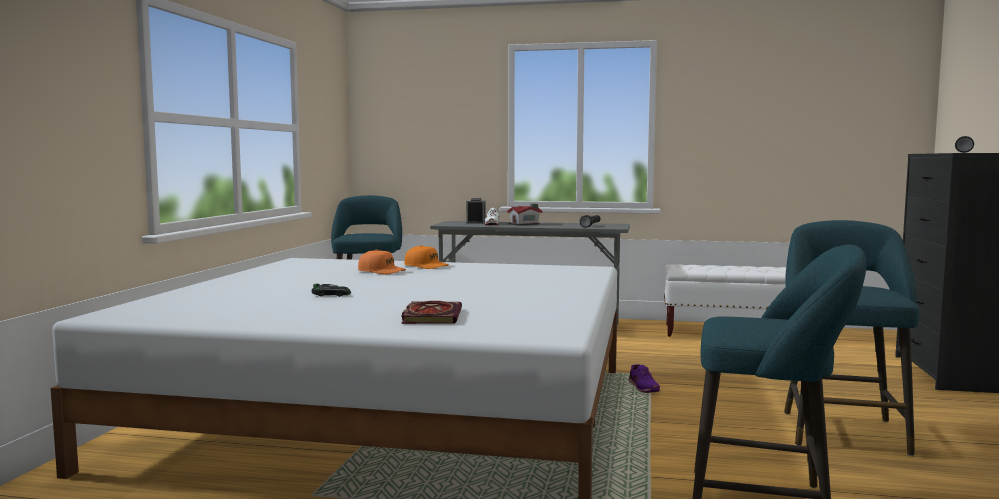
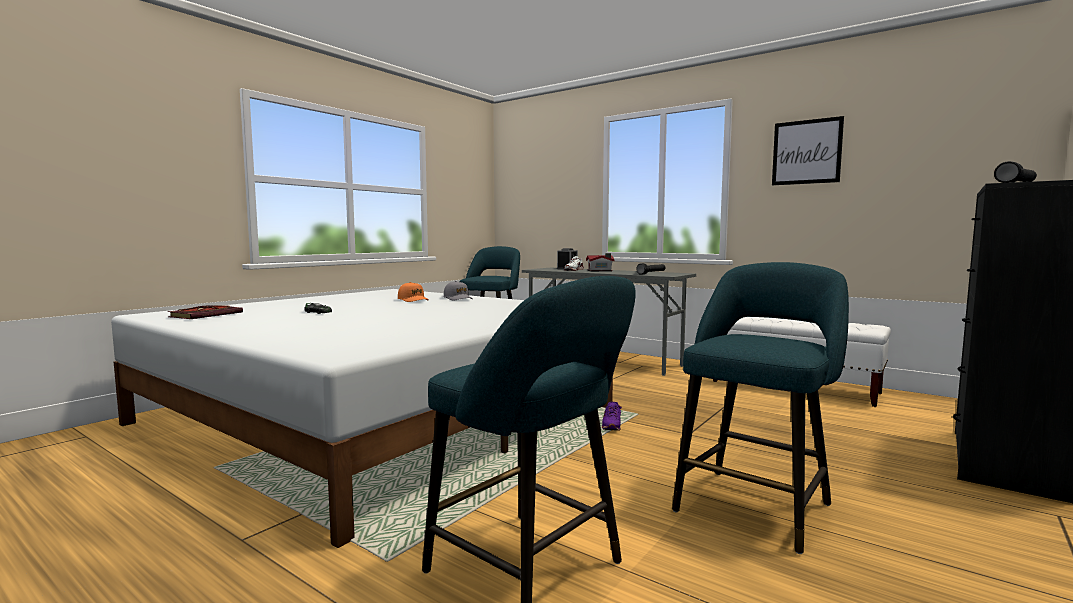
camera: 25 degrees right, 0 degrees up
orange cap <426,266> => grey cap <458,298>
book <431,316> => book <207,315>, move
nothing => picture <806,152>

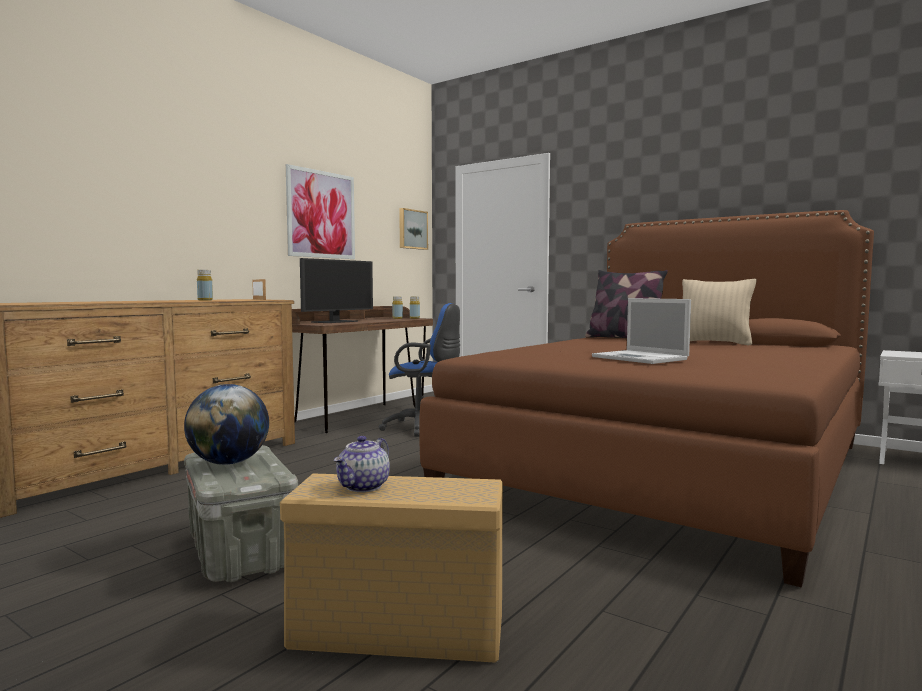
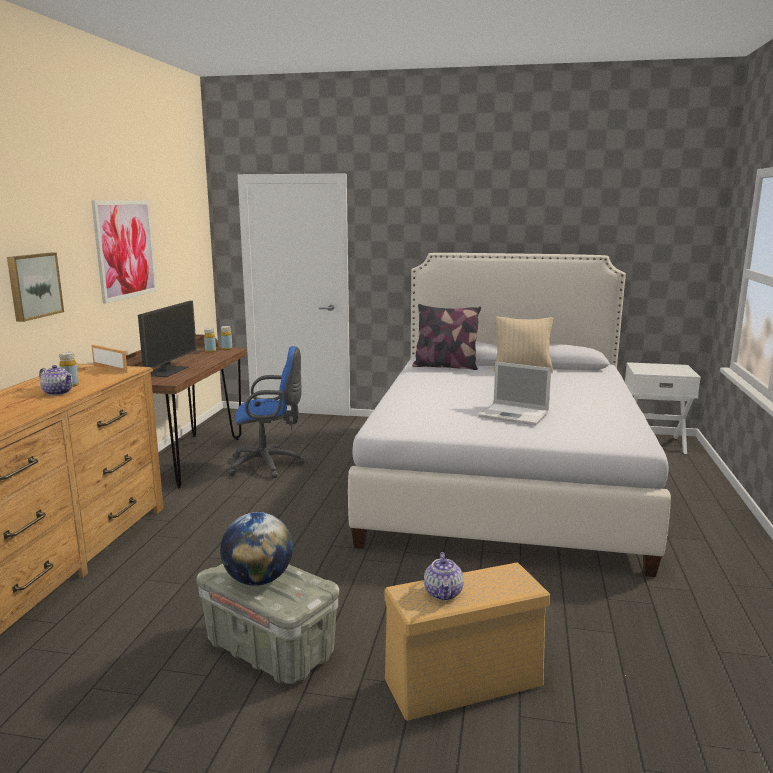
camera: 25 degrees left, 10 degrees up
picture <412,229> => picture <33,285>, move
brown bed <666,466> => white bed <503,479>
nothing => teapot <58,392>

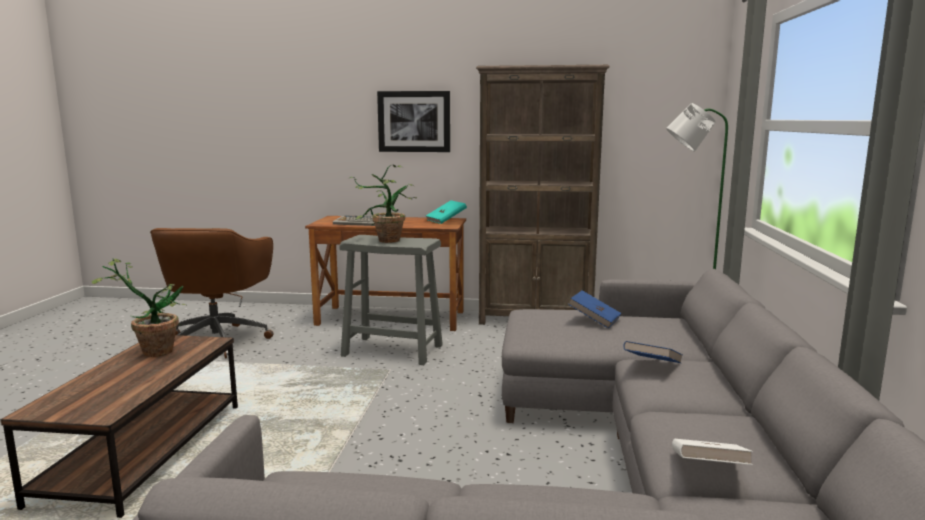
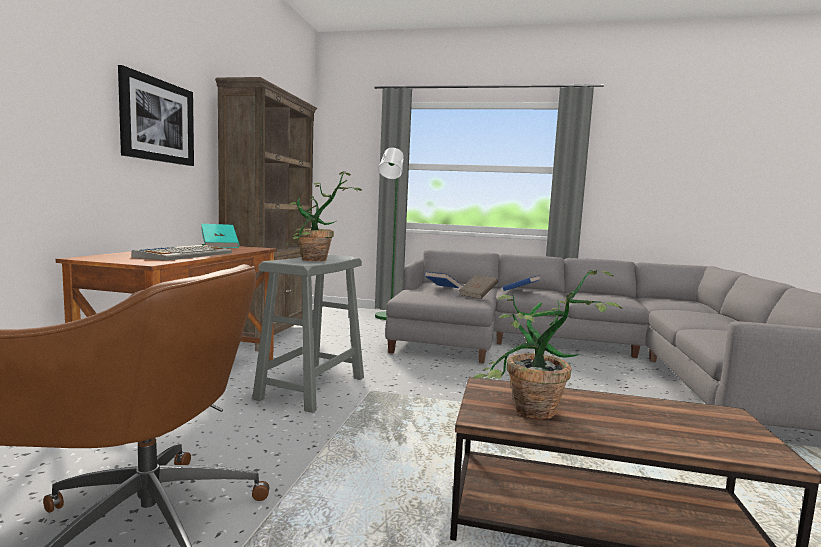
camera: 85 degrees left, 5 degrees down
white book <707,470> => nothing
nothing => brown book <478,295>

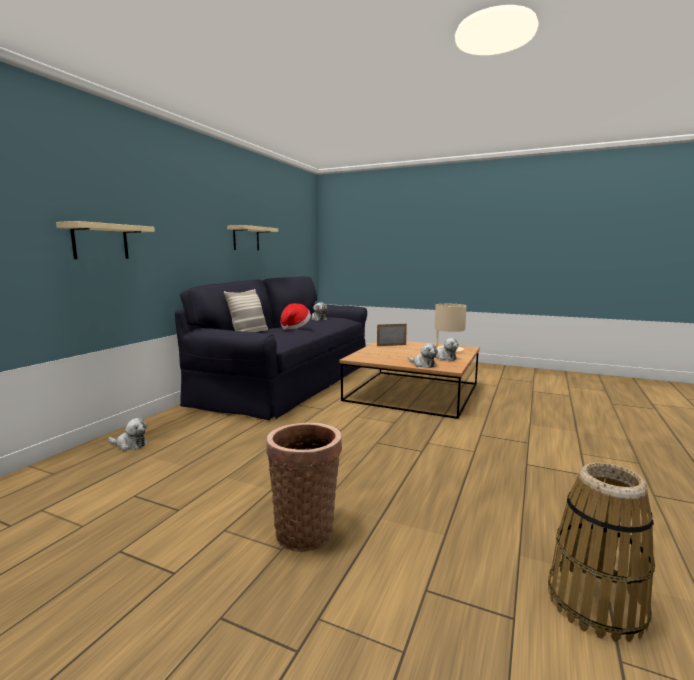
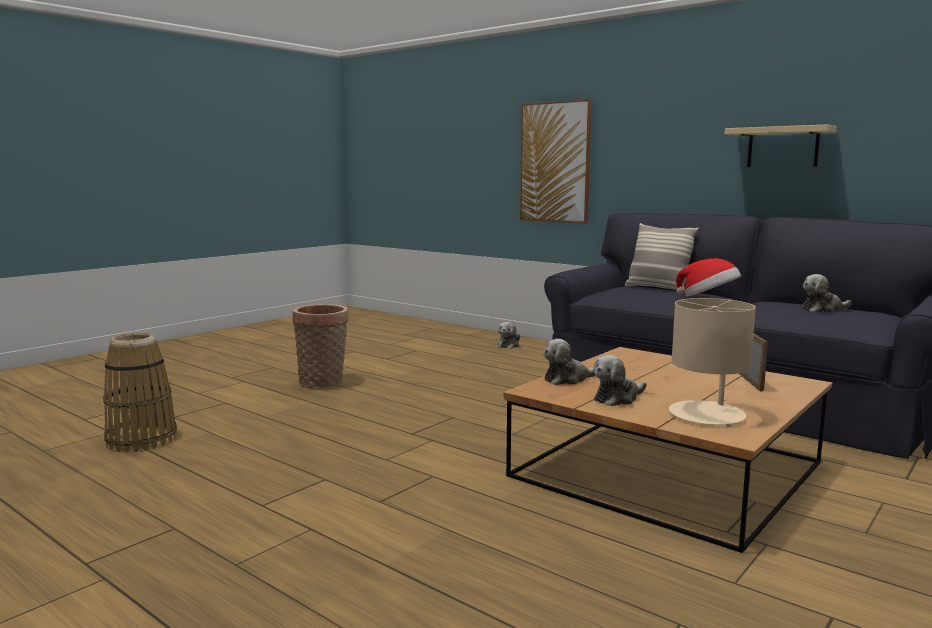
camera: 105 degrees right, 0 degrees up
beige shelf <100,242> => picture <555,162>

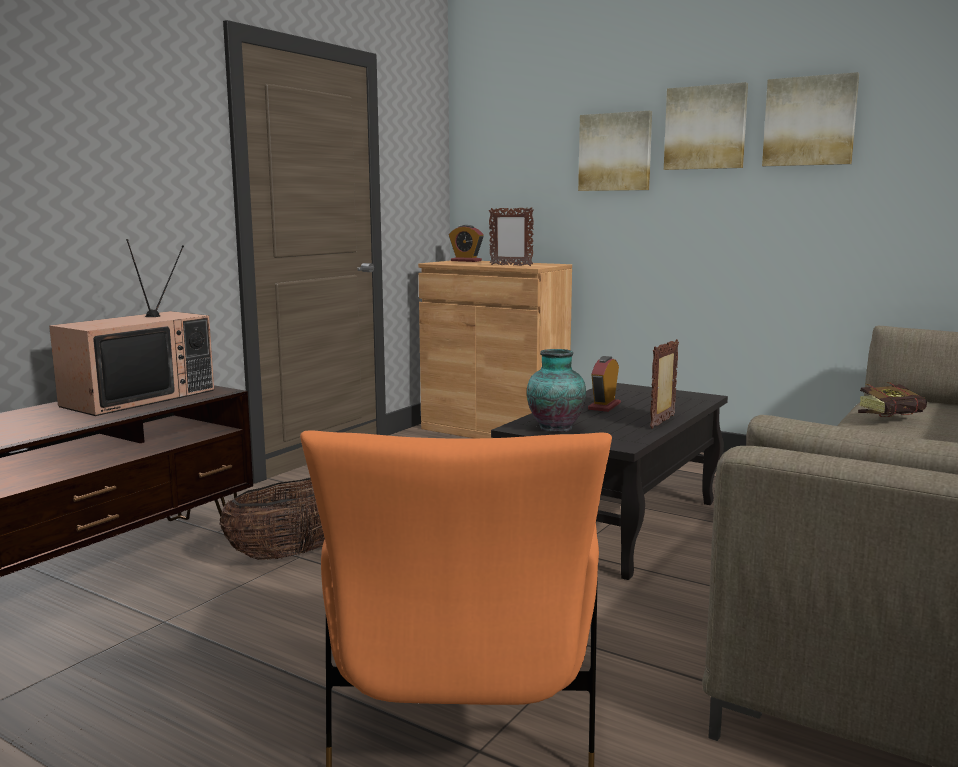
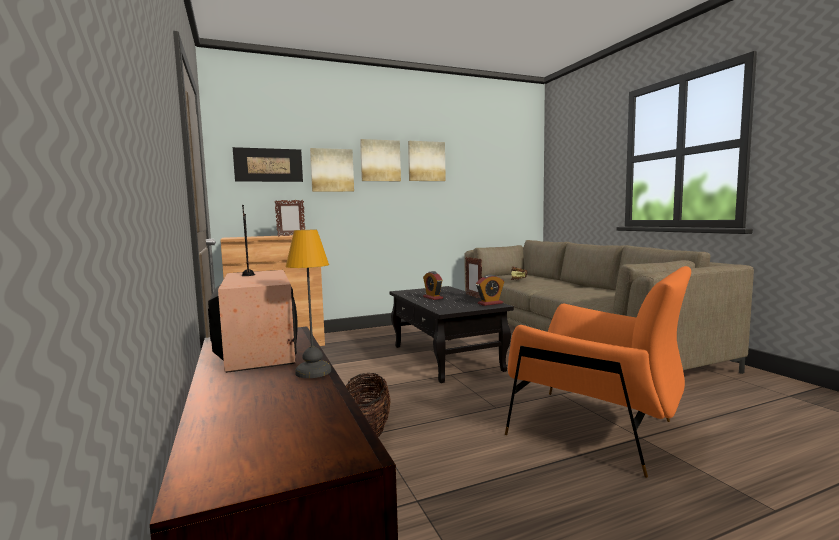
camera: 55 degrees left, 5 degrees down
alarm clock <466,261> => alarm clock <490,303>, move
vase <555,427> => nothing
nothing => picture <268,165>
nothing => table lamp <314,371>

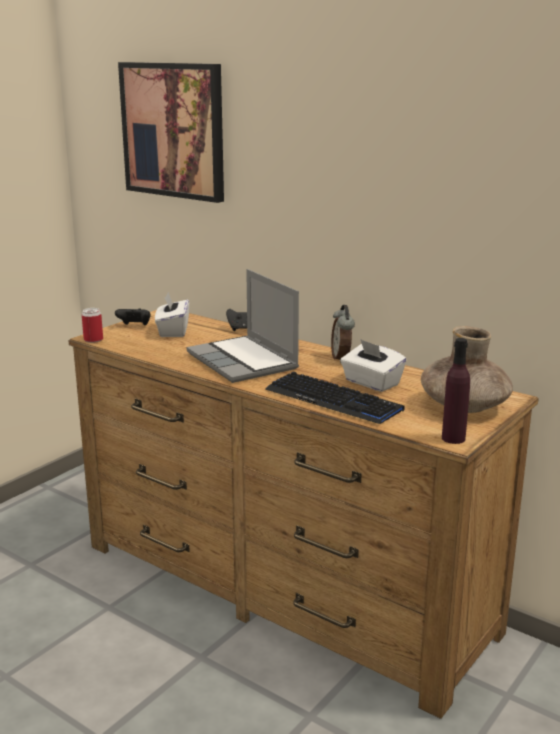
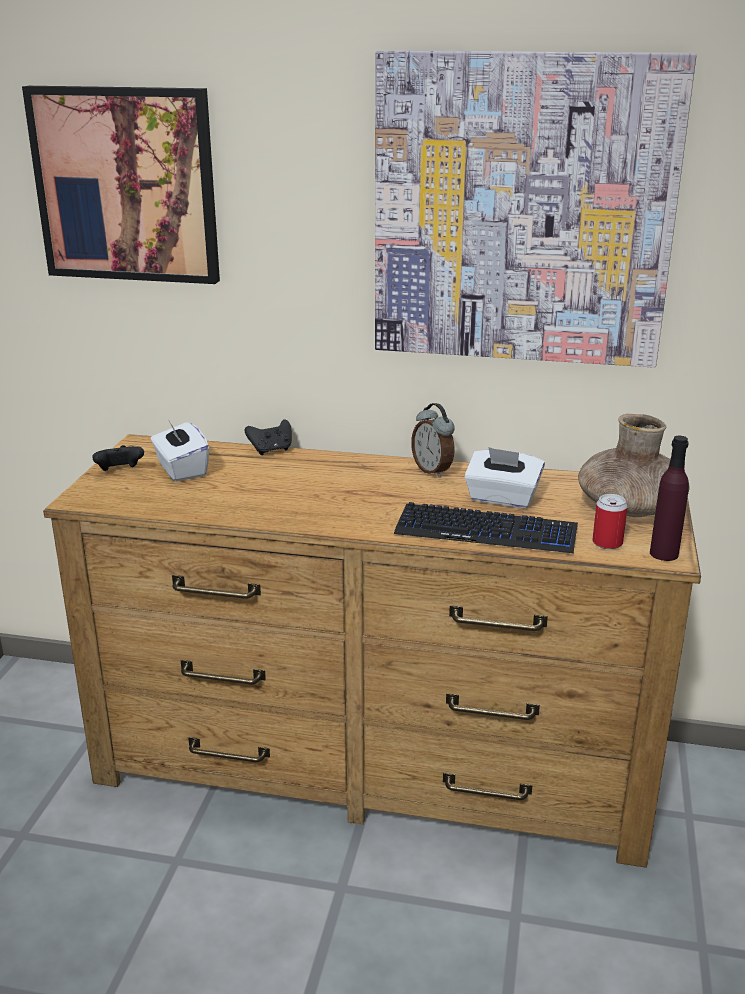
camera: 25 degrees left, 5 degrees up
laptop <244,361> => nothing
can <93,340> => can <607,543>, move
nothing => picture <522,212>

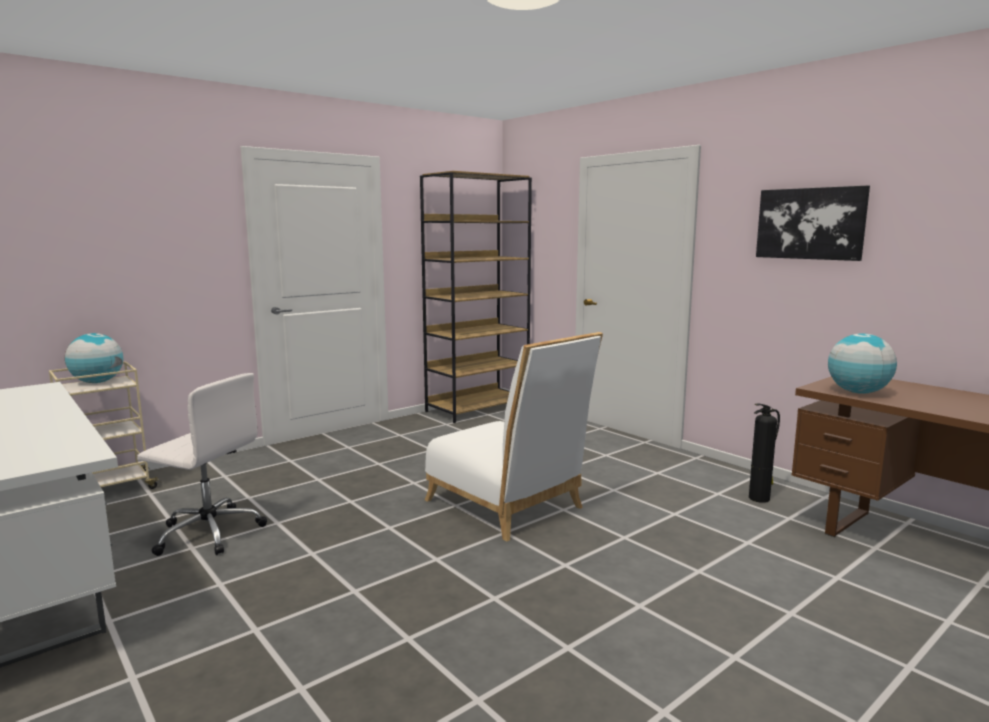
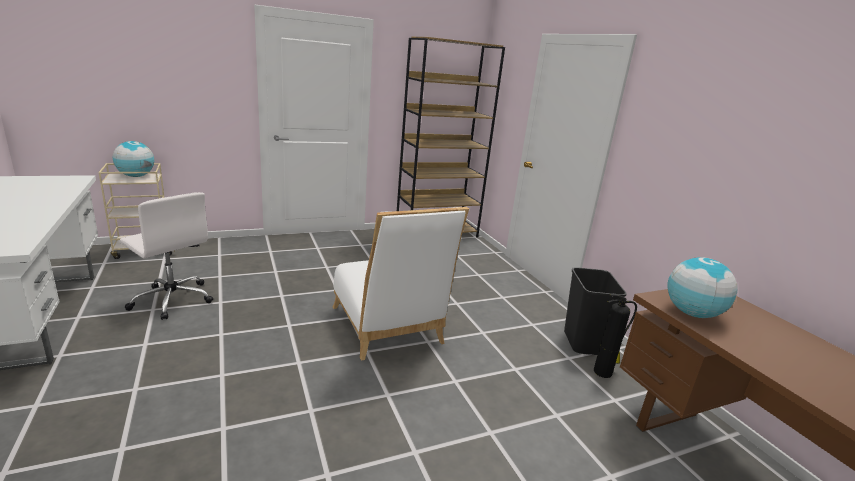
camera: 15 degrees right, 10 degrees up
picture <810,223> => nothing
nothing => black trash can <582,343>

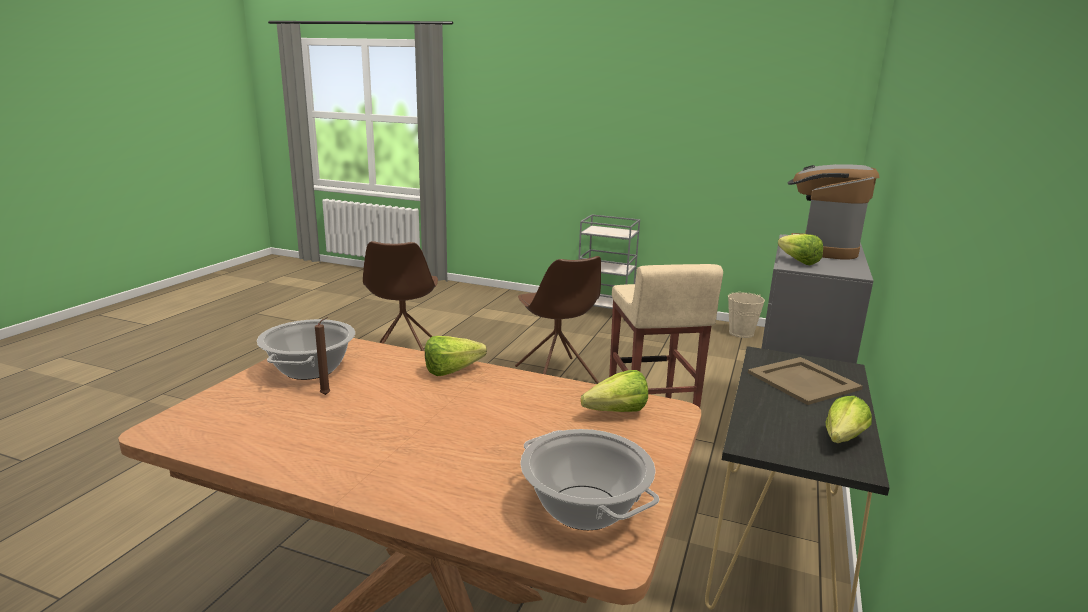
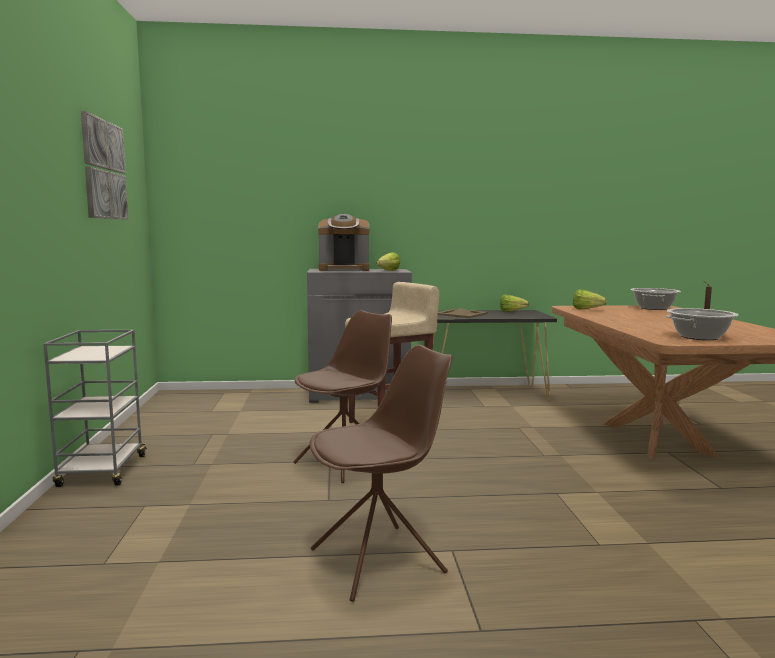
camera: 115 degrees left, 10 degrees down
beige bucket <741,333> => nothing
lettuce <457,371> => nothing
nothing => picture <104,170>

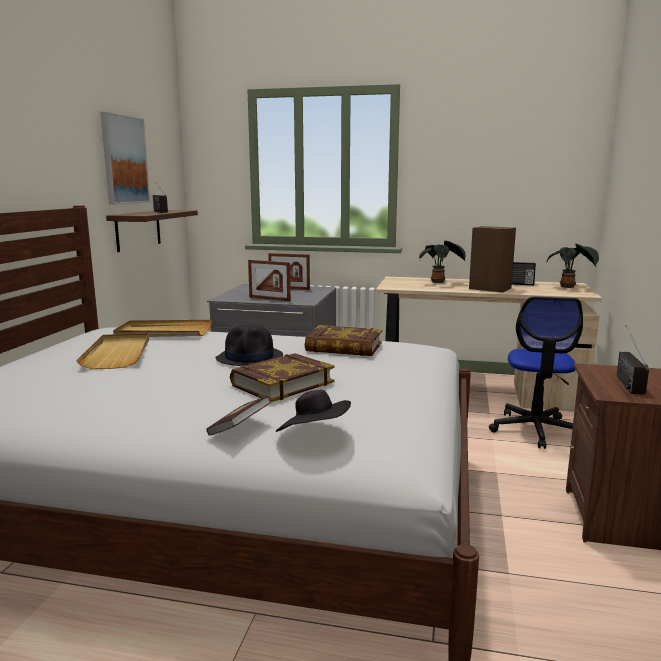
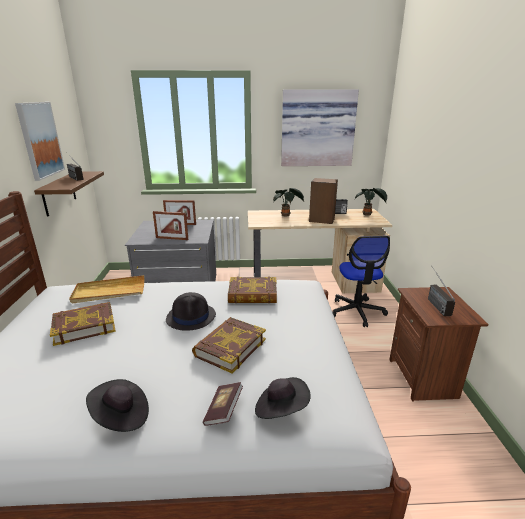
camera: 15 degrees left, 10 degrees up
beige tray <118,354> => book <84,326>
nothing => picture <317,128>
nothing => black hat <121,416>

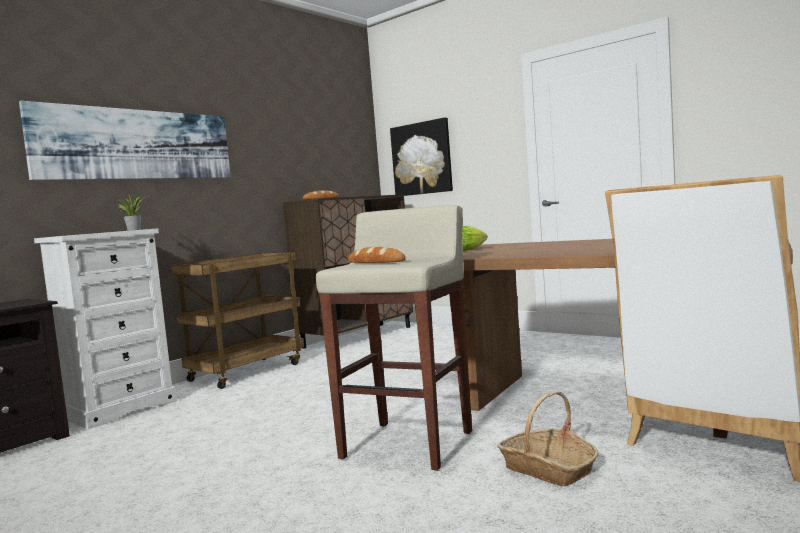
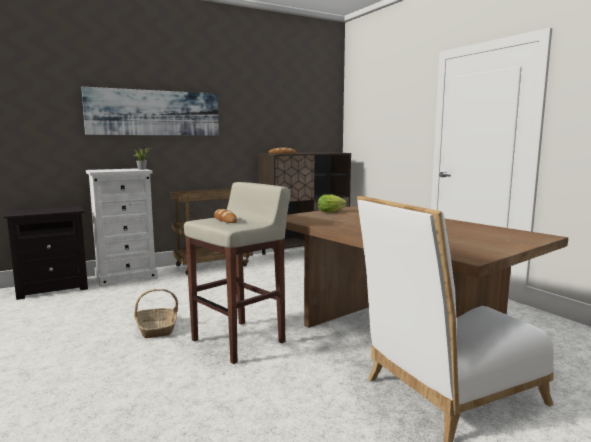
camera: 20 degrees right, 5 degrees up
picture <422,158> => nothing
basket <548,469> => basket <156,329>, move

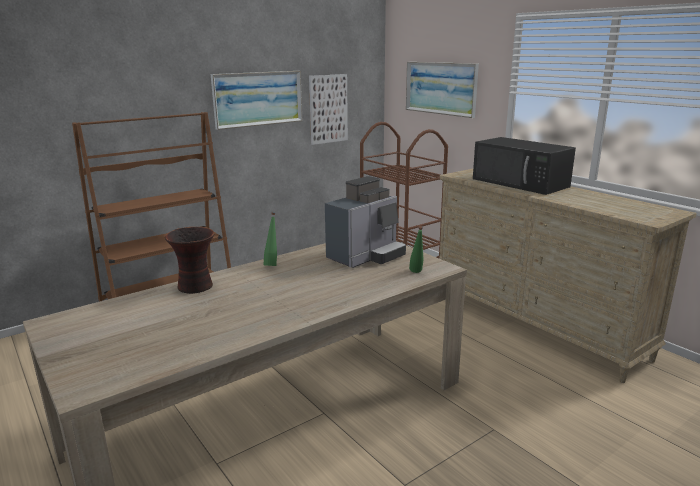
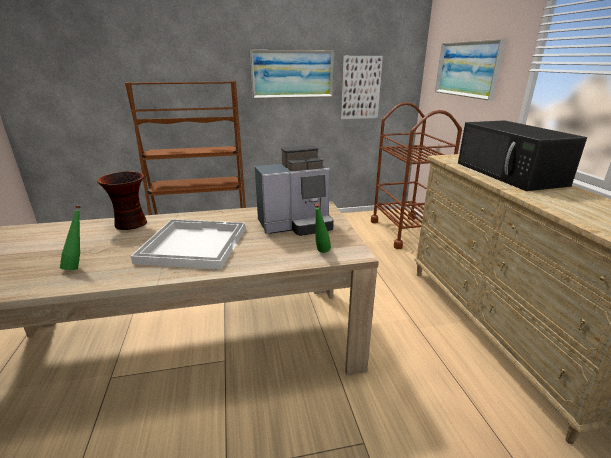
camera: 25 degrees right, 5 degrees up
green bottle <272,264> => green bottle <79,266>, move
nothing => white tray <193,244>

